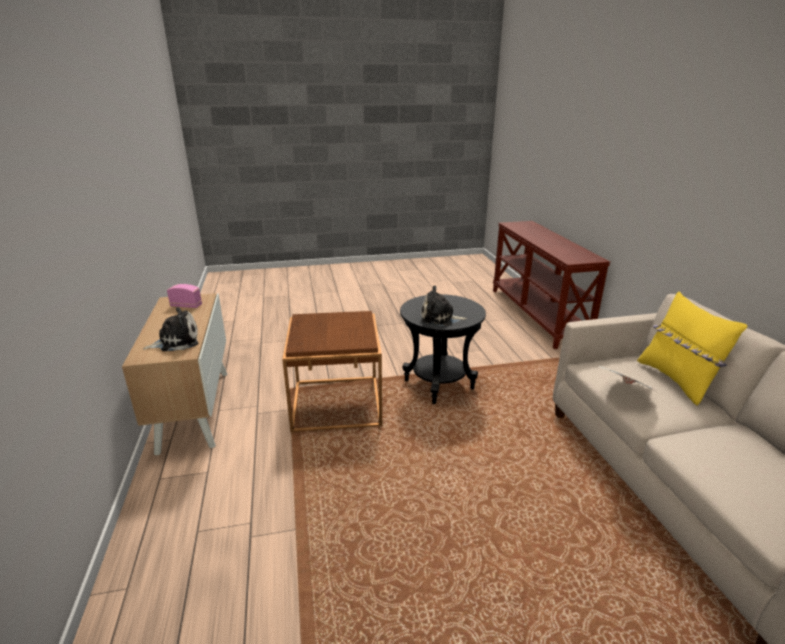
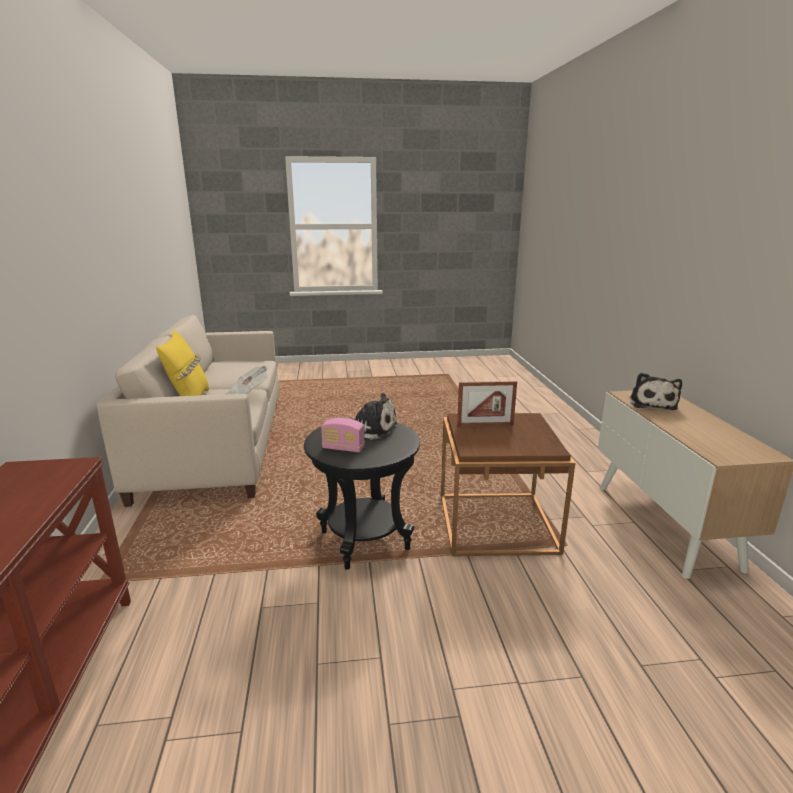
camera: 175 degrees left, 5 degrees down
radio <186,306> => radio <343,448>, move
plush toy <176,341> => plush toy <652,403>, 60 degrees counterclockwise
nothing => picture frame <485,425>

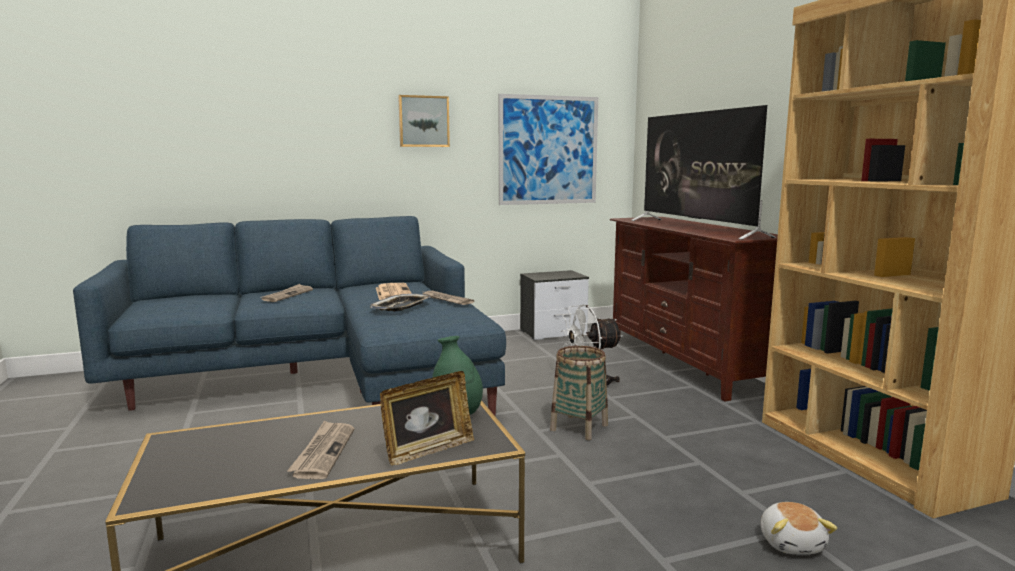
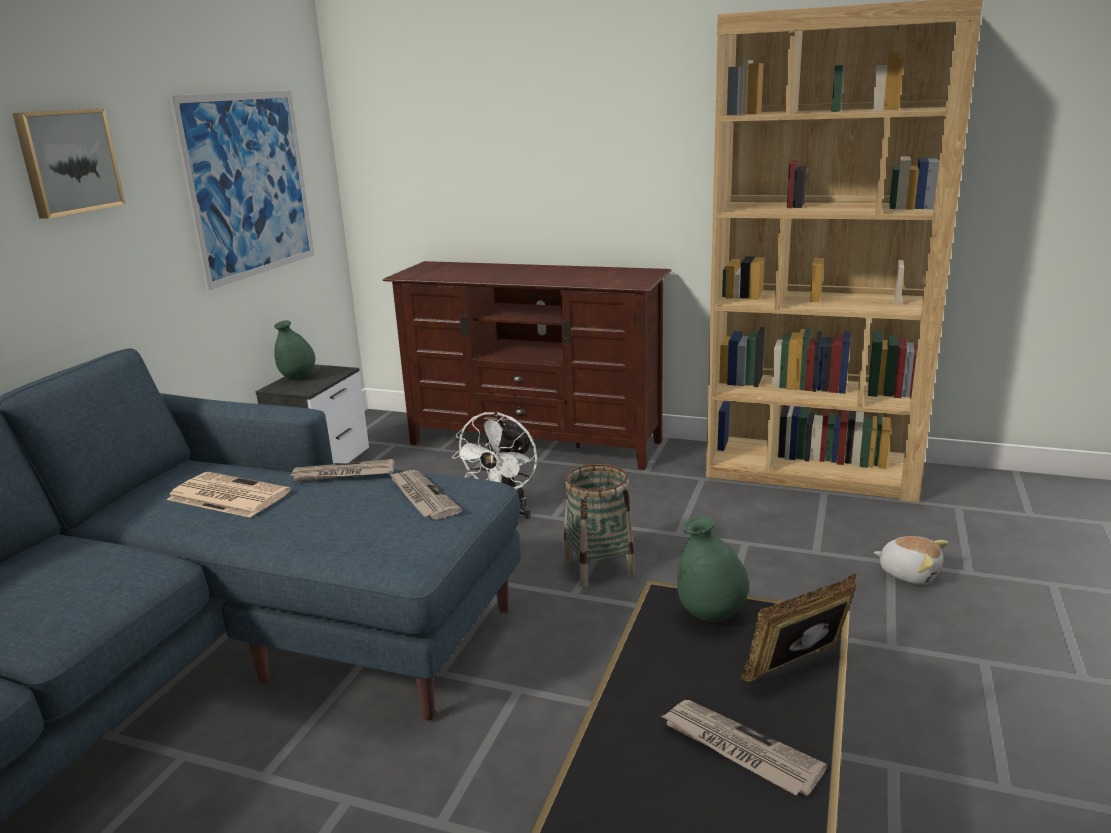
camera: 50 degrees left, 10 degrees up
television <695,228> => nothing
newspaper <287,295> => newspaper <422,497>, move
tray <401,307> => nothing
picture frame <428,450> => picture frame <798,668>, 120 degrees counterclockwise
nothing => green vase <297,378>

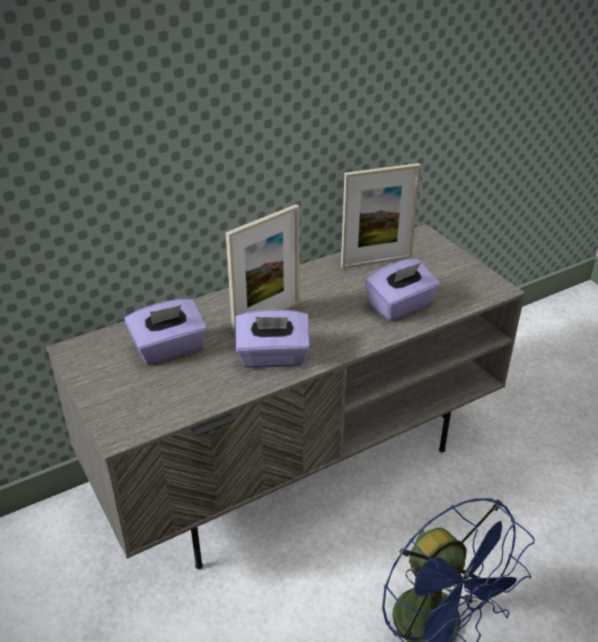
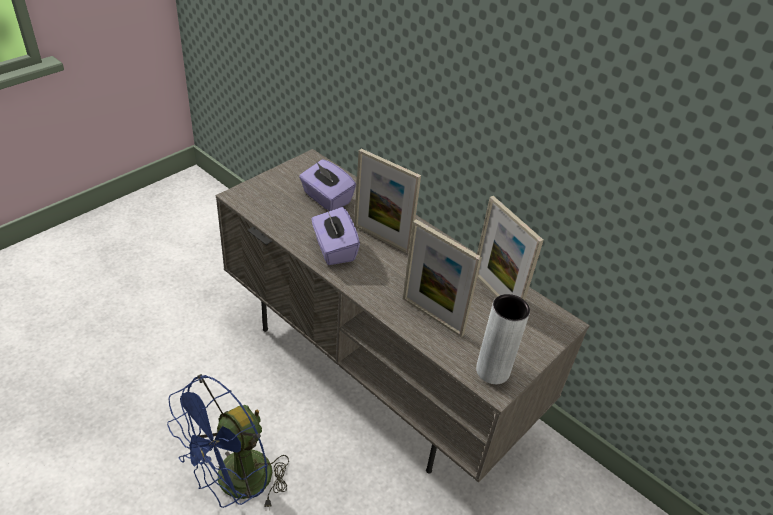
camera: 70 degrees right, 5 degrees up
purple tissue box <400,306> => picture frame <432,316>
nothing => grey vase <492,371>

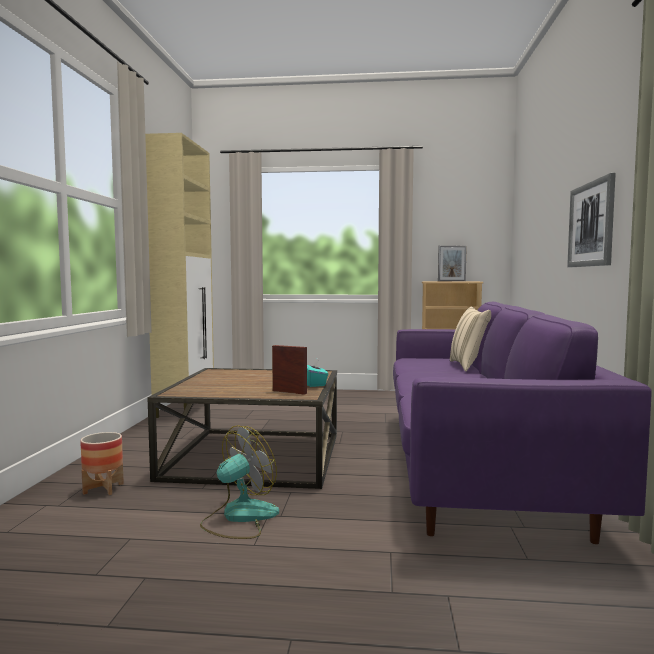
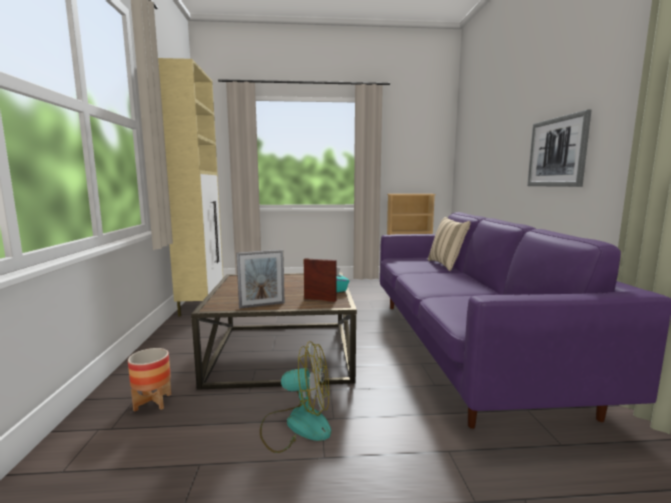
camera: 10 degrees left, 5 degrees up
picture frame <451,281> => picture frame <262,305>, move
fan <239,517> => fan <297,425>, 60 degrees clockwise

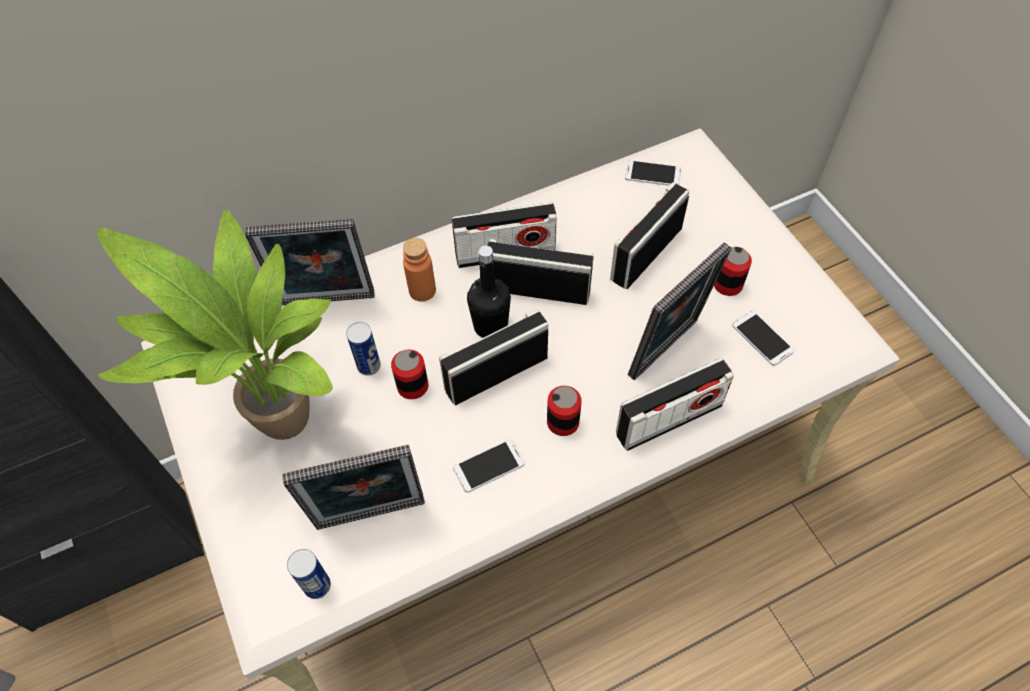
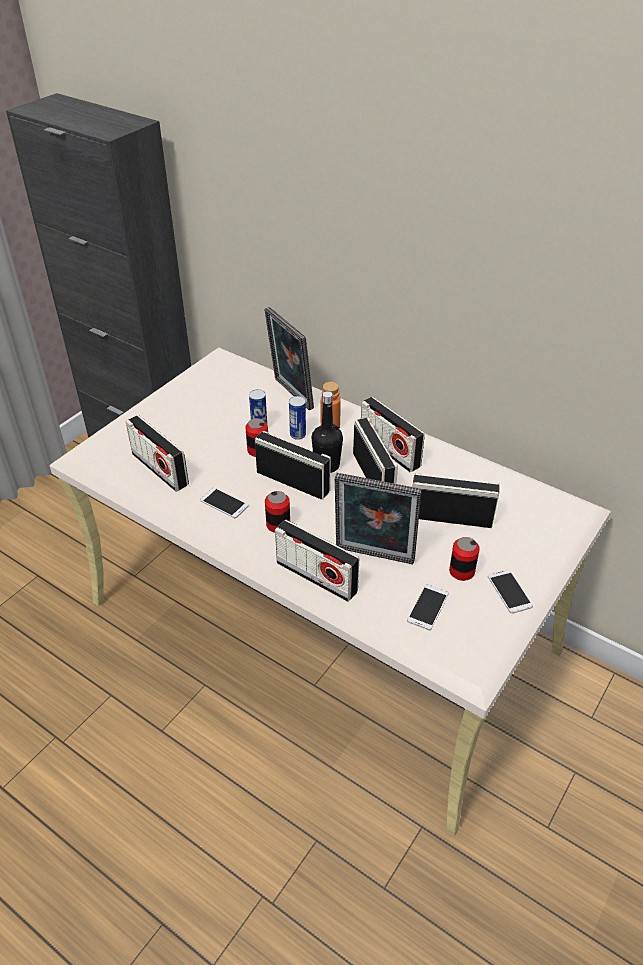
camera: 60 degrees right, 15 degrees down
phone <653,174> => phone <509,591>, move
potted plant <279,427> => nothing
picture frame <371,519> => radio <160,469>
can <317,586> => can <298,435>, move

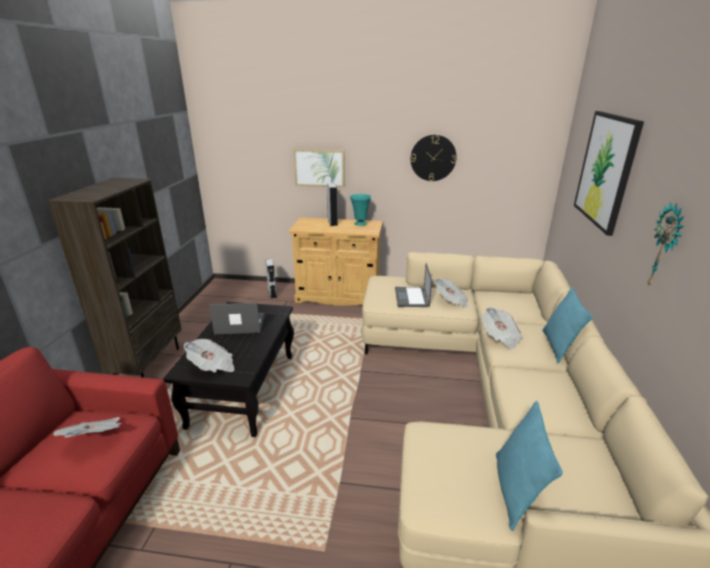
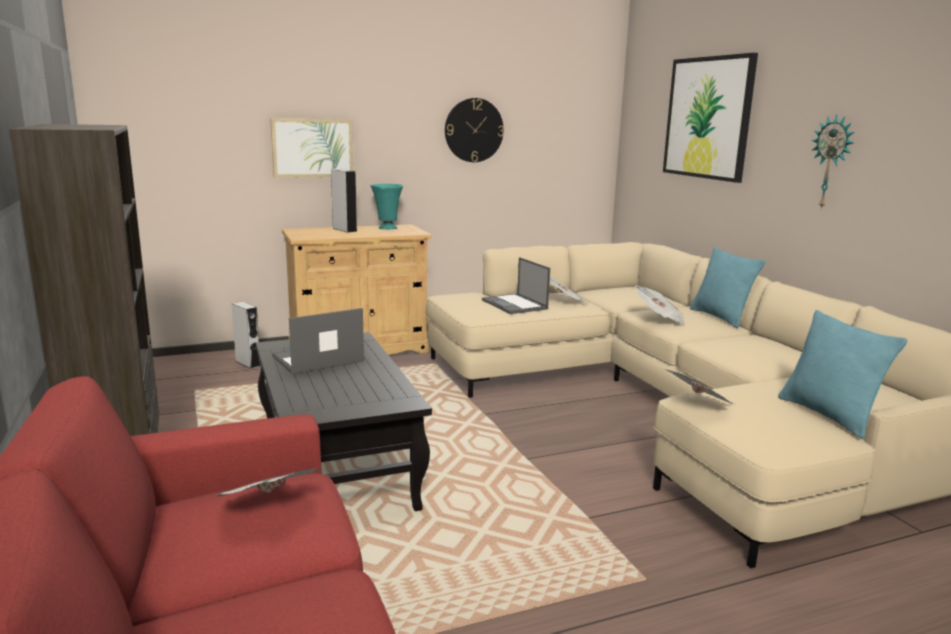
camera: 30 degrees left, 10 degrees down
newspaper <212,366> => newspaper <698,406>, move

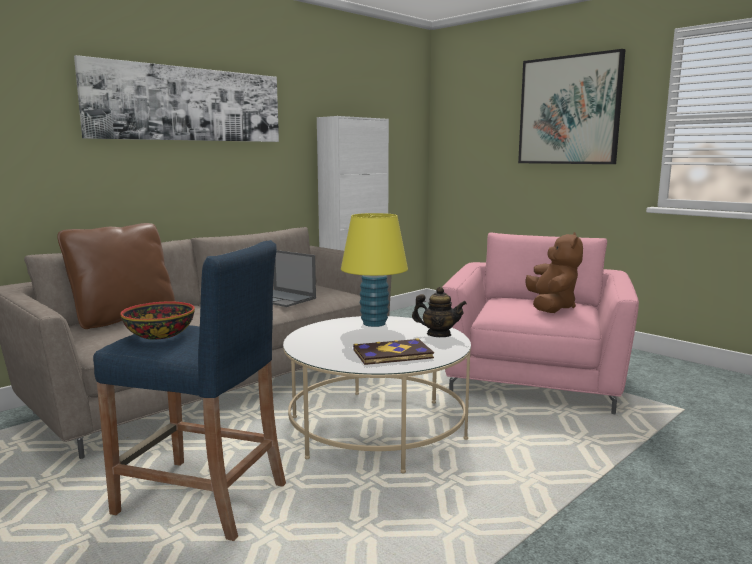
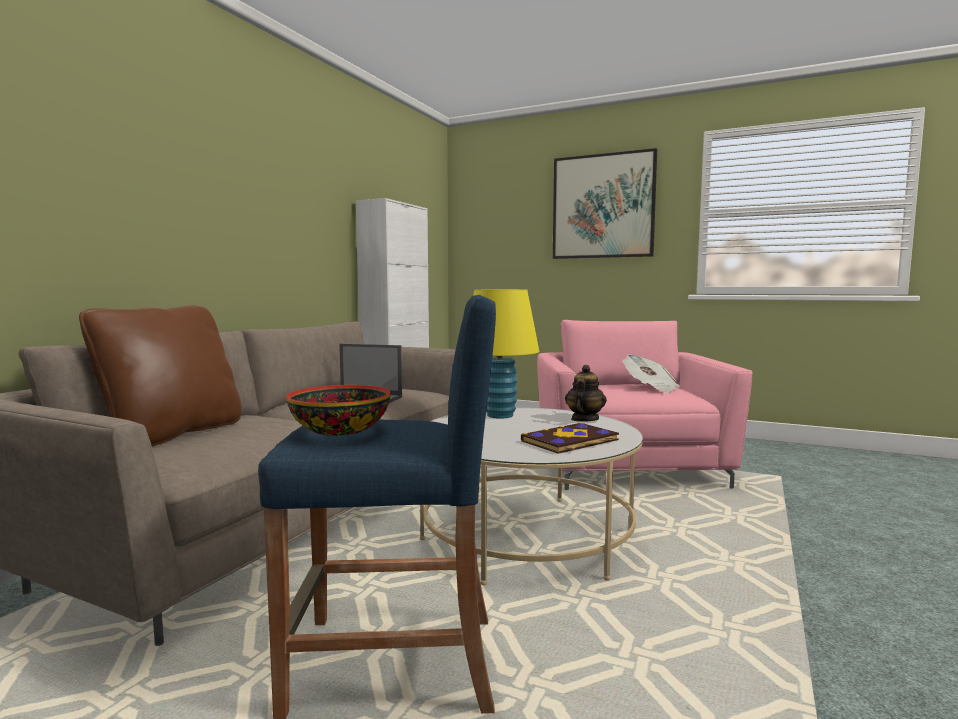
camera: 20 degrees left, 5 degrees down
picture <188,104> => nothing
brown plush toy <551,307> => newspaper <650,388>
teapot <438,335> => teapot <584,419>, 60 degrees counterclockwise

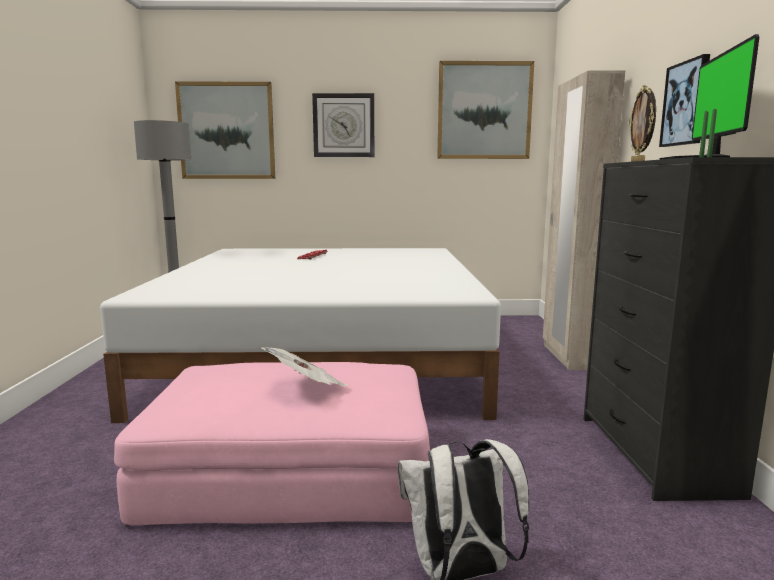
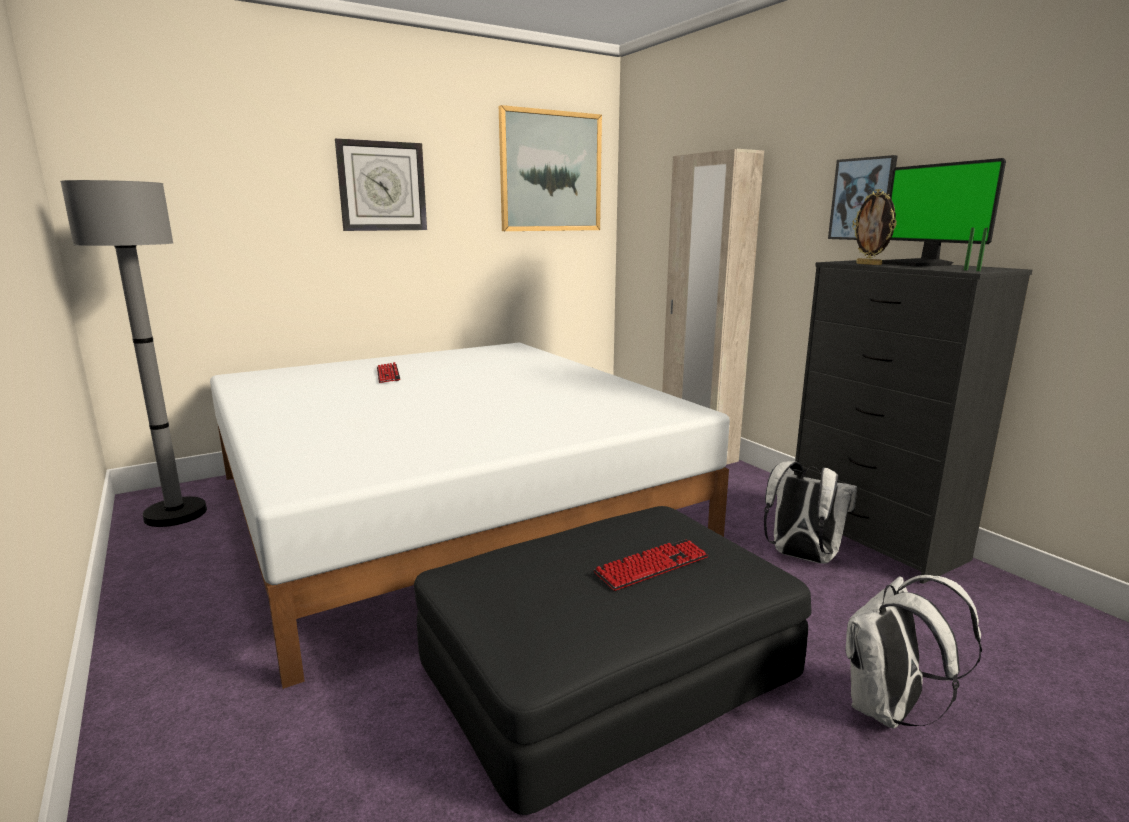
camera: 30 degrees left, 5 degrees up
picture <227,131> => nothing
newspaper <306,388> => keyboard <652,566>
pink ottoman <291,468> => black ottoman <608,664>
nothing => white backpack <801,557>

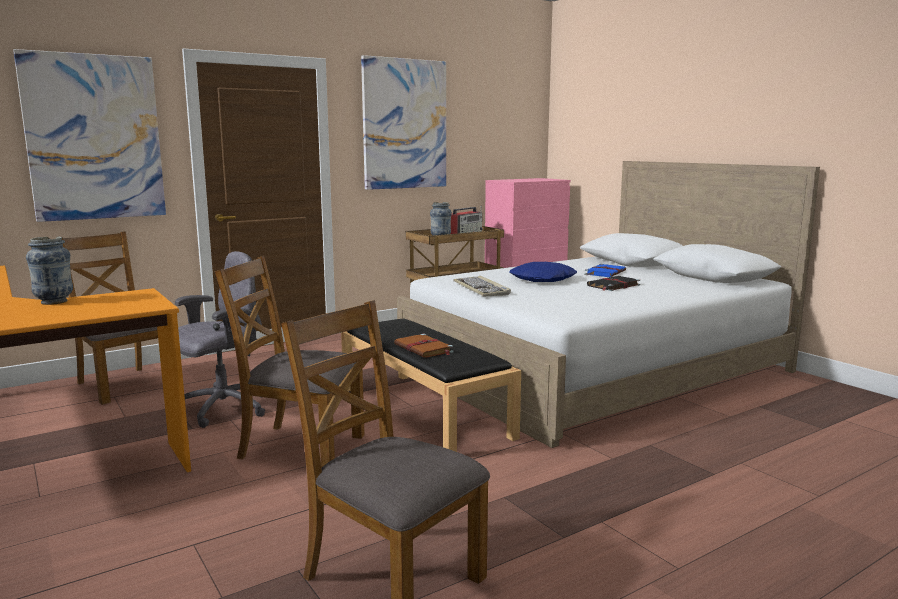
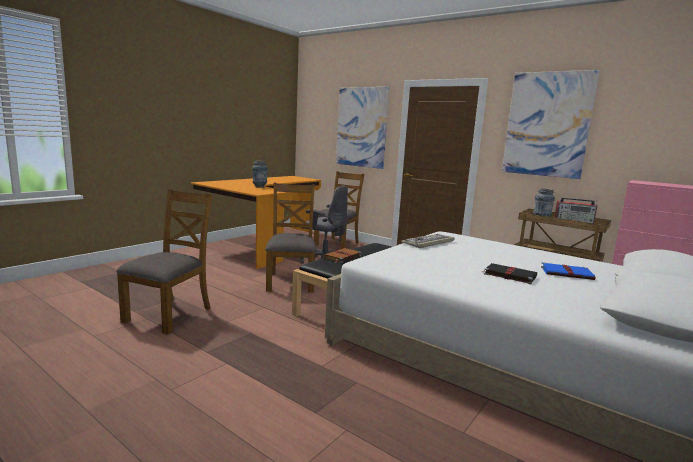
camera: 70 degrees right, 0 degrees up
blue pillow <543,279> => nothing

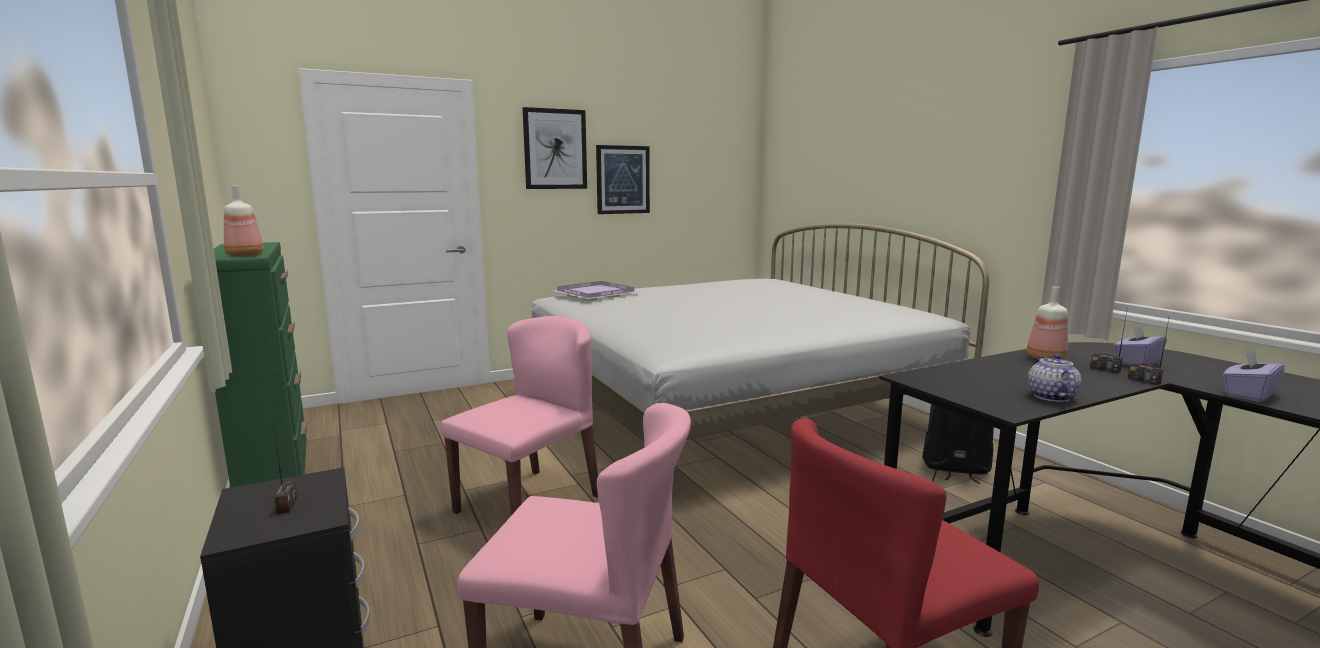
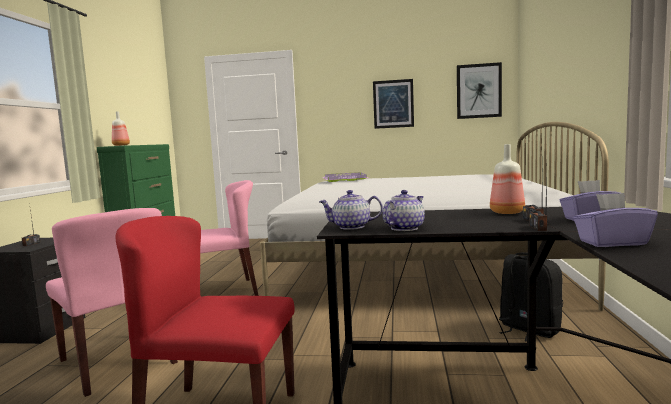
camera: 35 degrees right, 5 degrees down
picture <555,149> => picture <478,91>, move
nothing => teapot <351,227>

